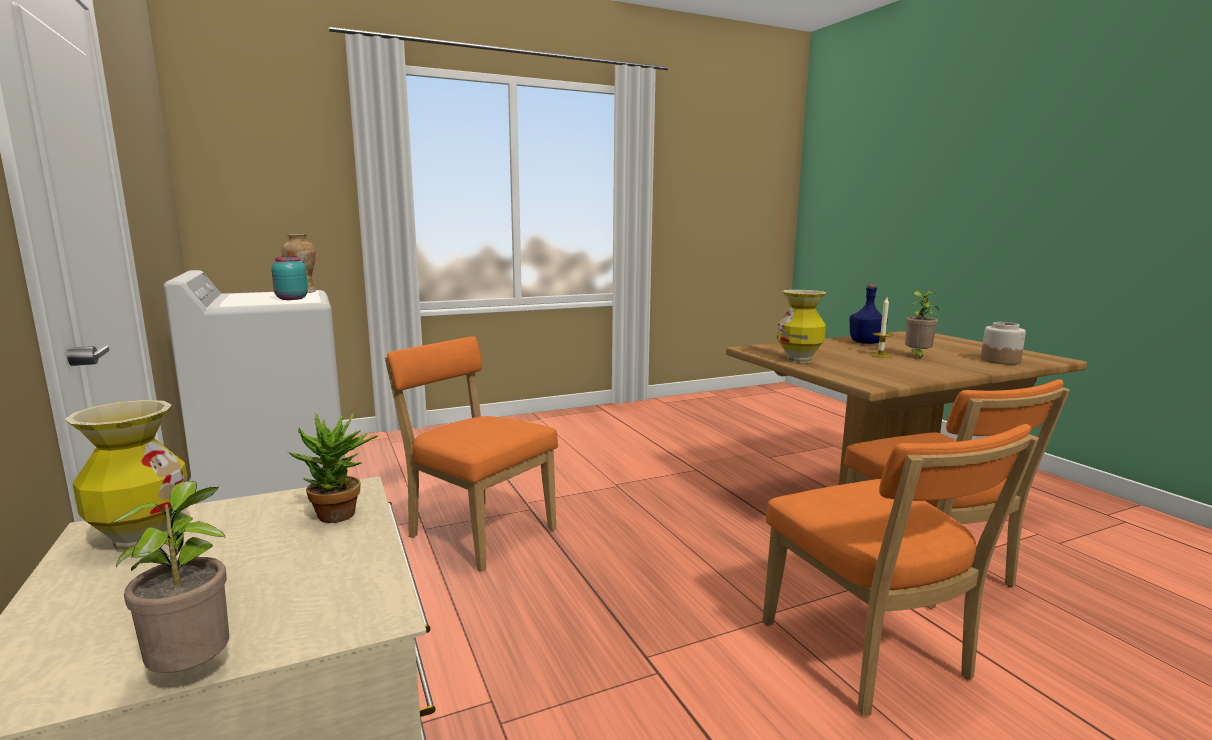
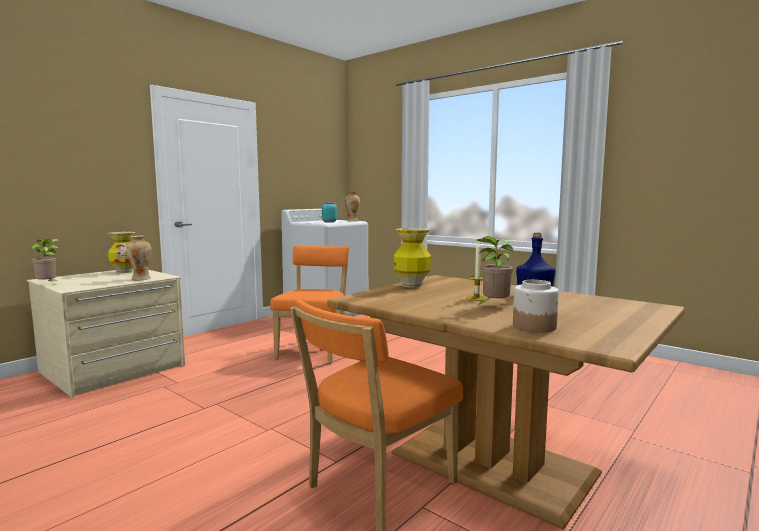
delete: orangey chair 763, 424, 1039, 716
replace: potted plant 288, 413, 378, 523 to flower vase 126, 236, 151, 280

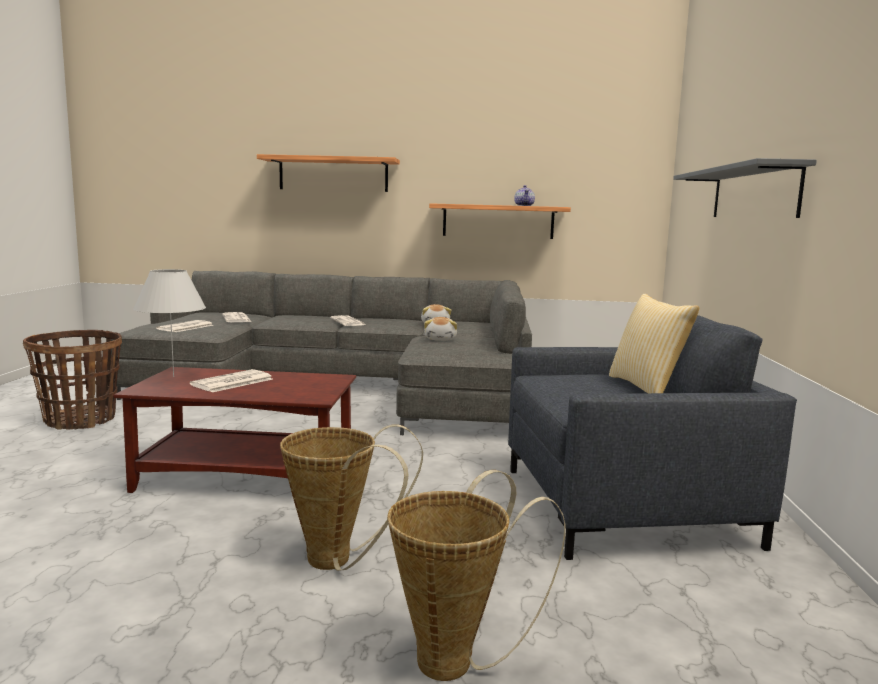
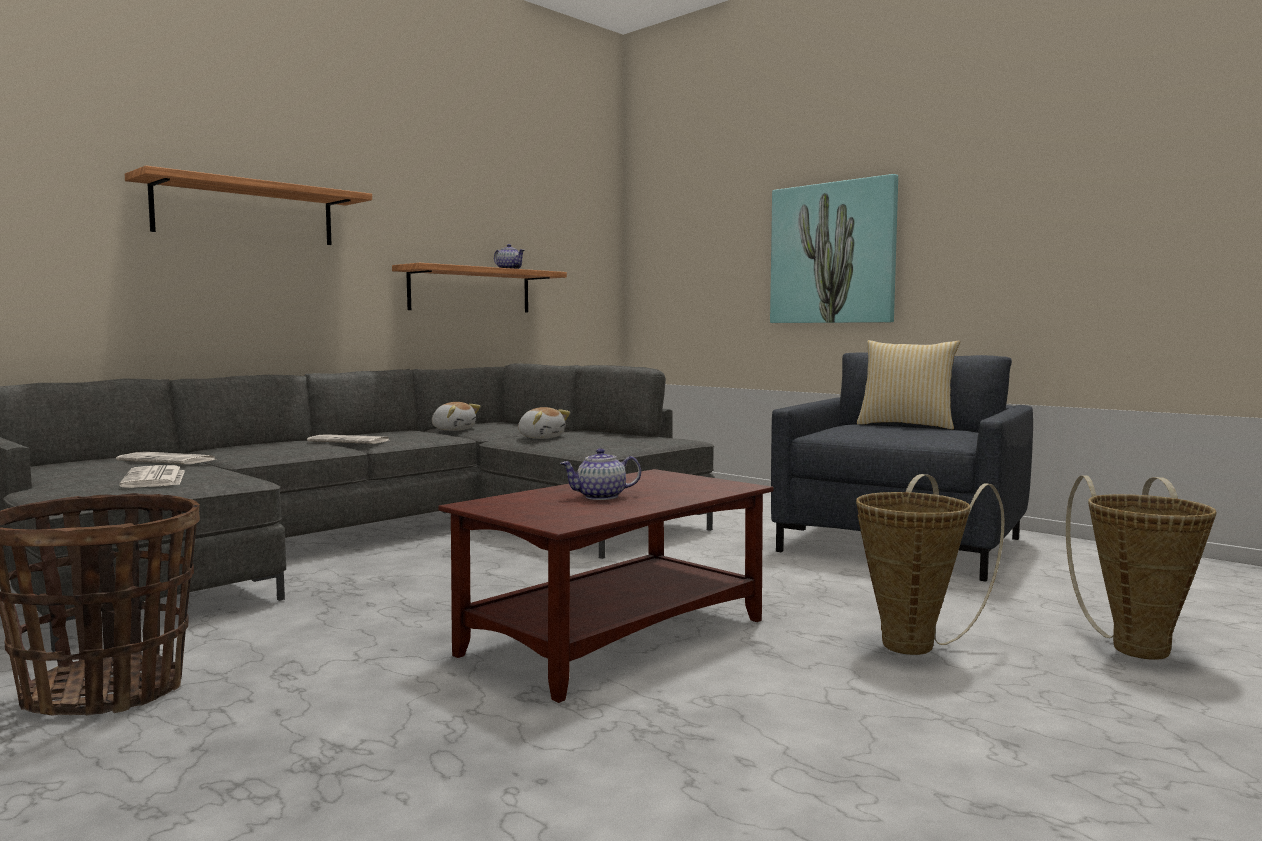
delete: white-coloured lamp for a table 133, 269, 206, 377
replace: newspaper 190, 369, 273, 392 to teapot 560, 448, 641, 500; greyish shelf 673, 158, 817, 218 to picture 770, 174, 898, 323

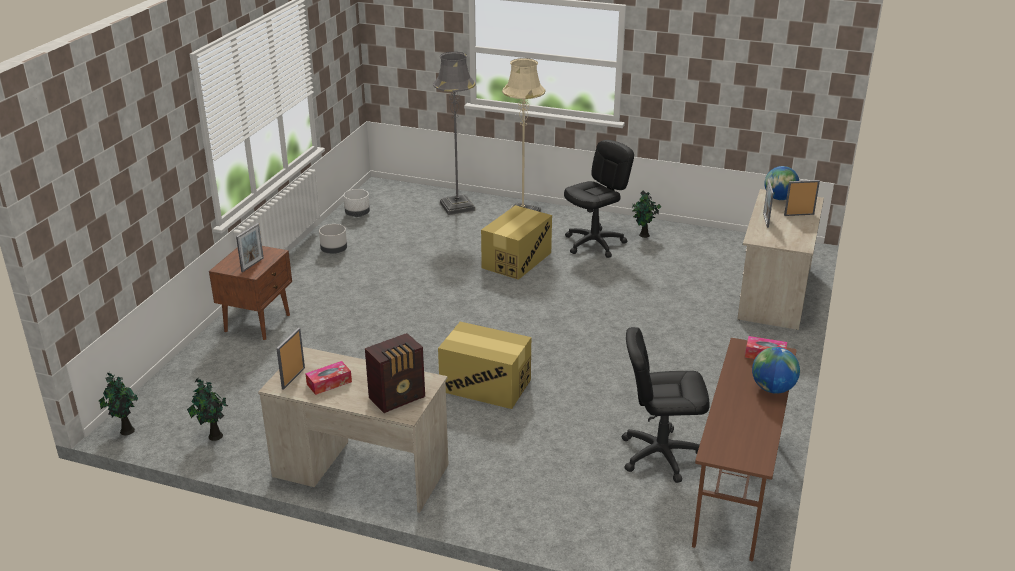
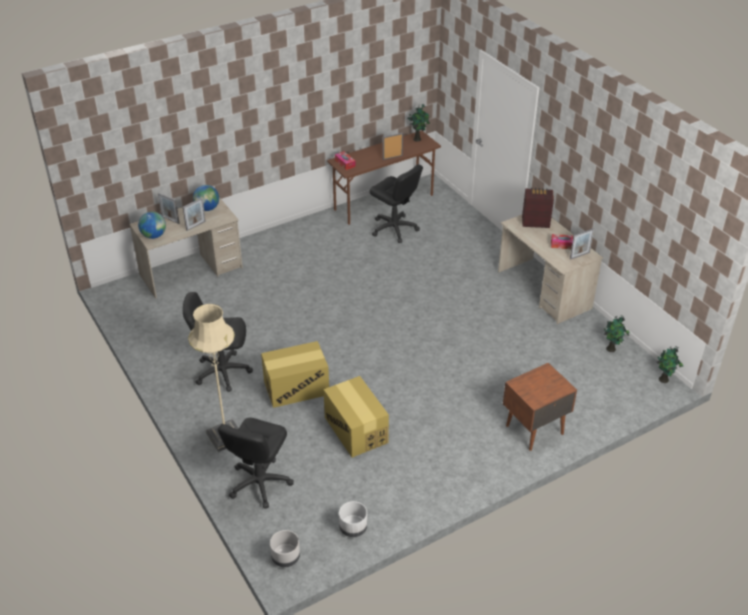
move: desk globe 752, 347, 800, 394 to 193, 185, 219, 211; greyish plant pot 319, 224, 347, 254 to 270, 530, 300, 567; carton 438, 322, 531, 409 to 323, 376, 389, 457; photo frame 236, 223, 264, 272 to 383, 133, 403, 160; potted plant 632, 191, 661, 238 to 407, 104, 430, 142
replace: greyish standing lamp 433, 52, 476, 215 to black desk chair 218, 418, 294, 509

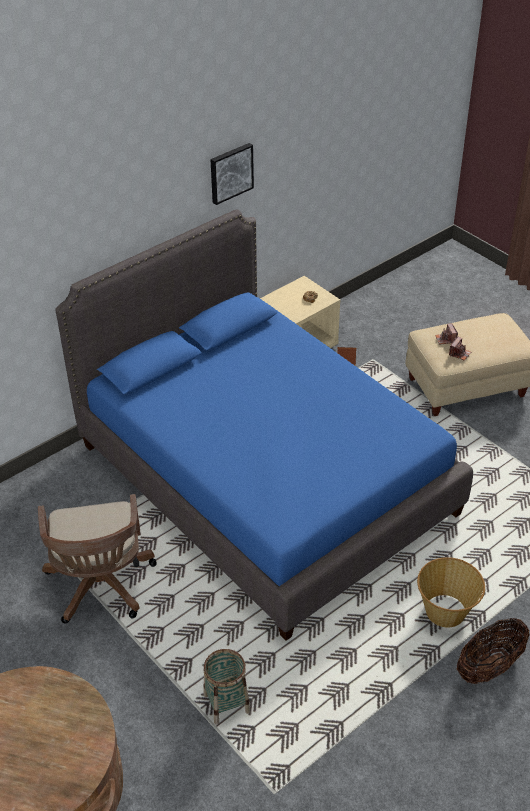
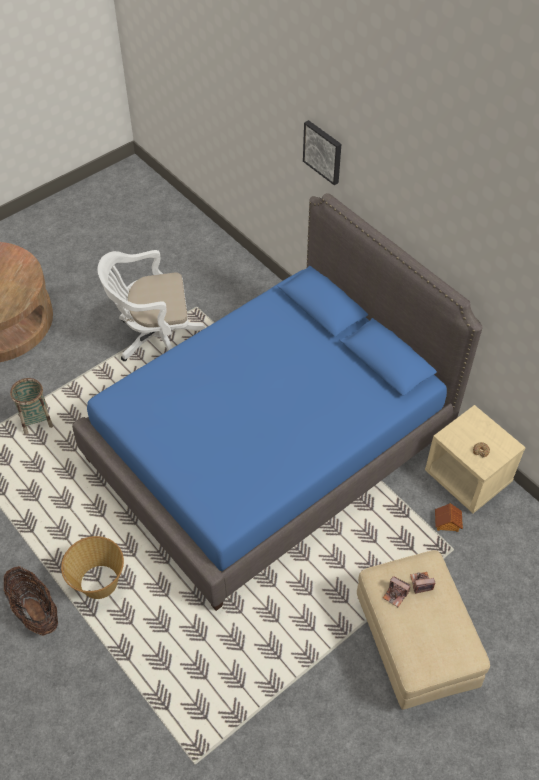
move: picture 210, 143, 254, 205 to 303, 120, 341, 185
recolor: brown desk chair 38, 494, 157, 624 to white-coloured desk chair 98, 250, 205, 361

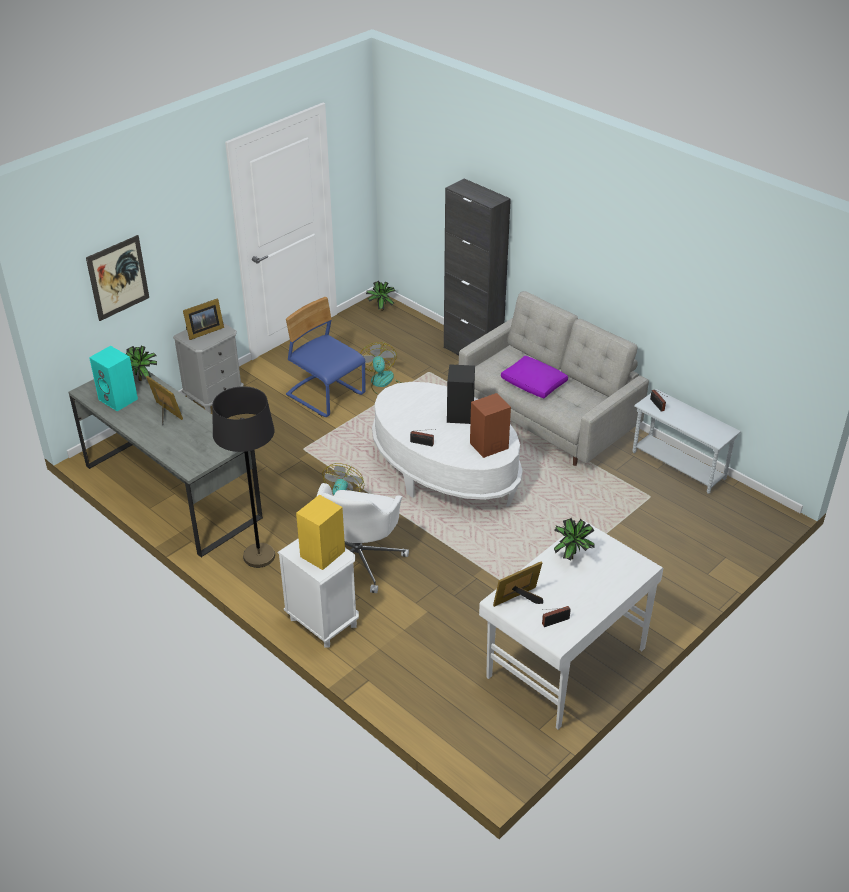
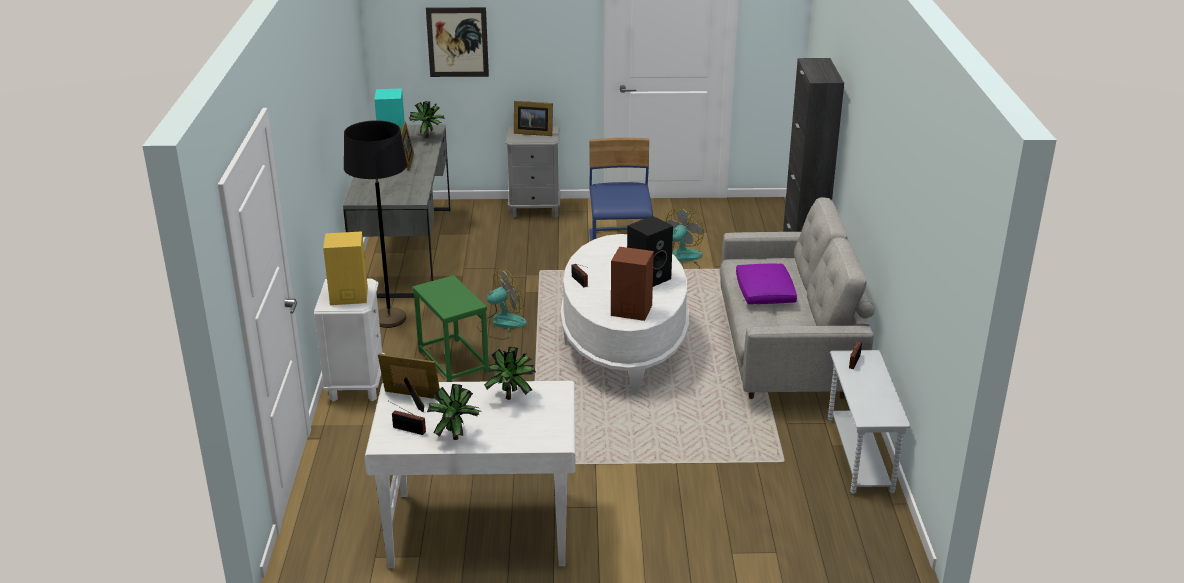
move: potted plant 366, 281, 396, 311 to 427, 384, 480, 440
replace: white-coloured desk chair 316, 483, 409, 593 to greenish side table 412, 275, 489, 382

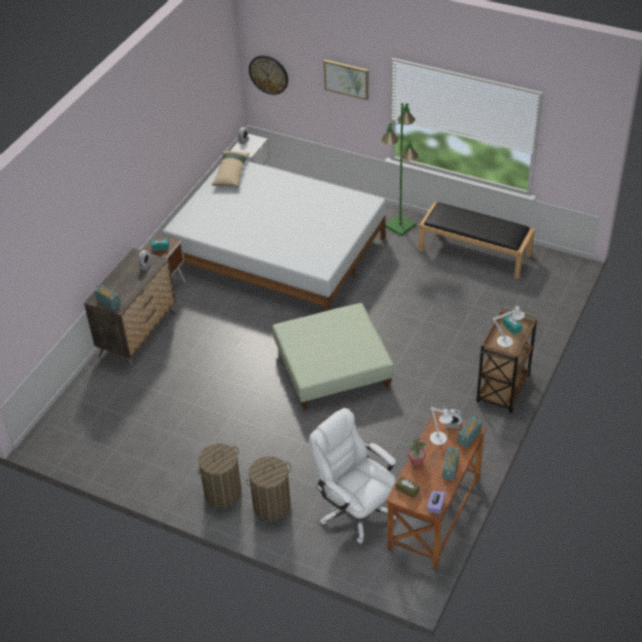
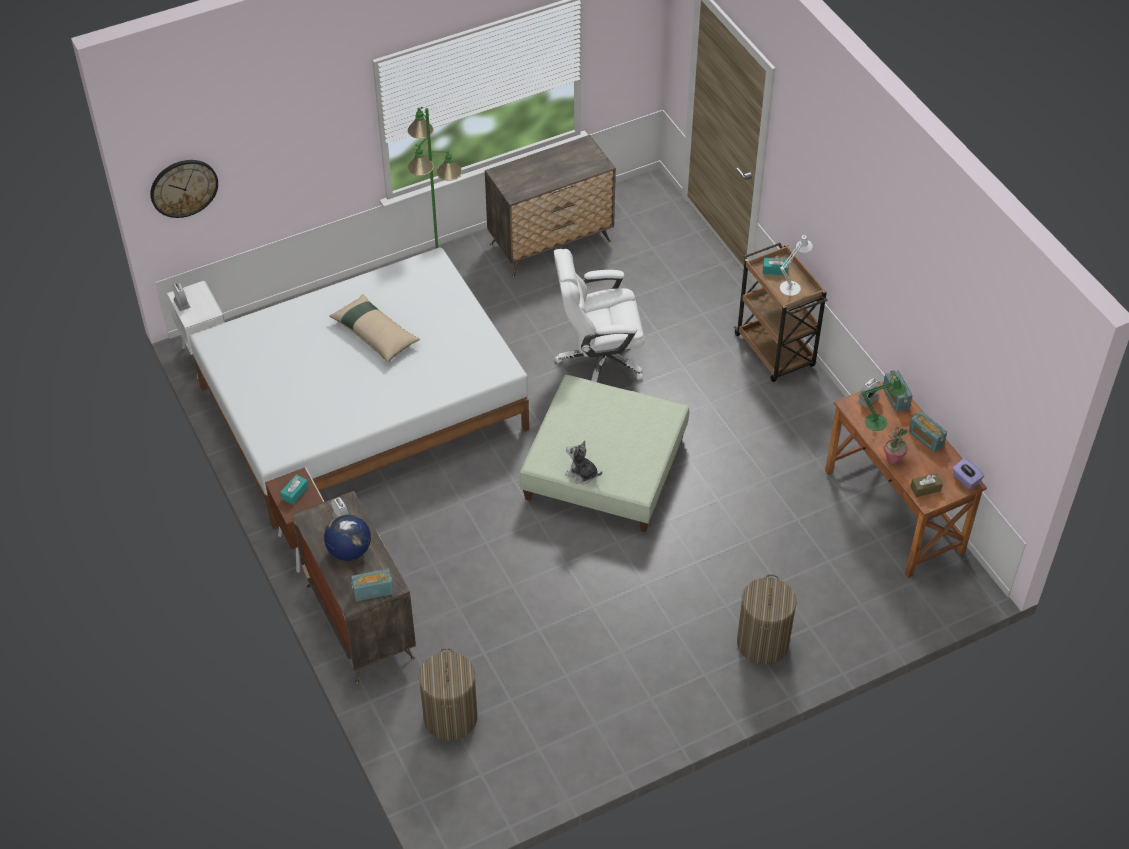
delete: picture 324, 60, 369, 100
insert: desk globe 324, 514, 371, 561; cuddly toy 565, 440, 602, 484
move: sand-coloured throw pillow 212, 151, 249, 187 to 329, 295, 420, 363; hamper 198, 444, 242, 508 to 419, 648, 477, 740; white-coloured desk chair 309, 408, 396, 544 to 554, 249, 645, 382
replace: black bench 419, 202, 535, 279 to drawer chest 485, 135, 616, 277
recolor: white-coloured lamp for a table 430, 406, 453, 445 to greenish lamp for a table 861, 375, 907, 431

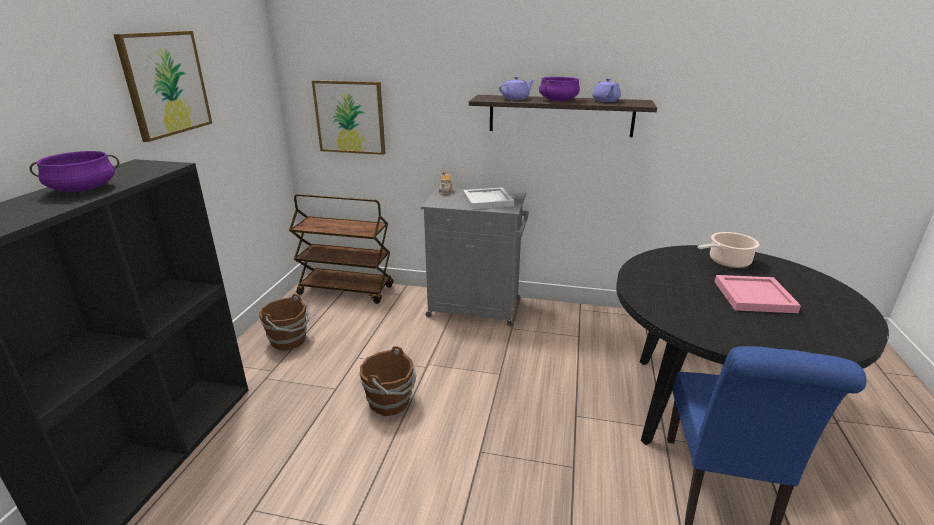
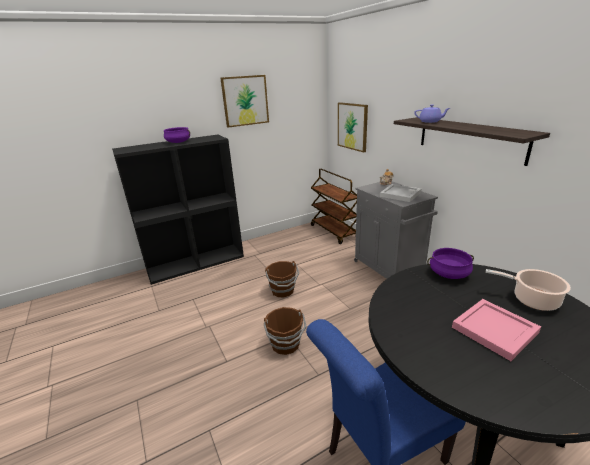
delete: purplish teapot 592, 78, 621, 102
move: brown pail 259, 294, 310, 351 to 264, 307, 306, 355; purplish cooking pot 539, 77, 580, 101 to 427, 248, 474, 279

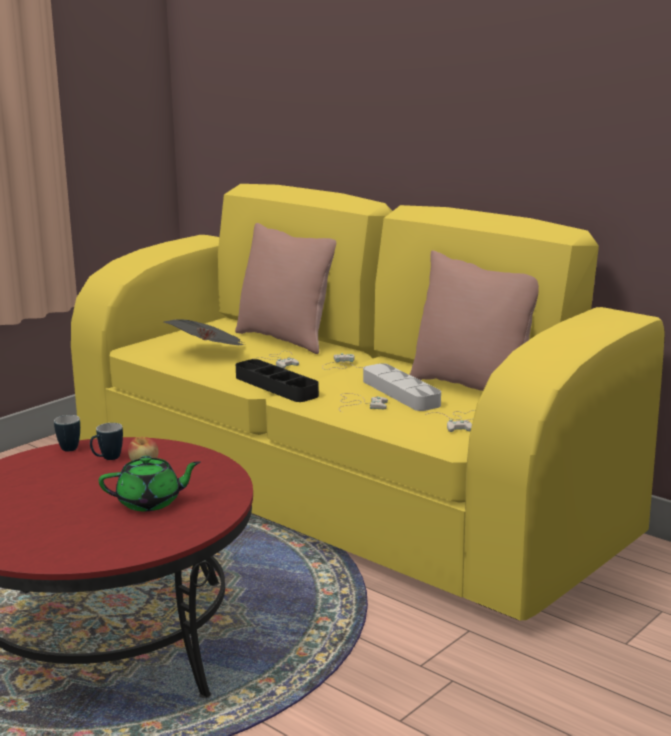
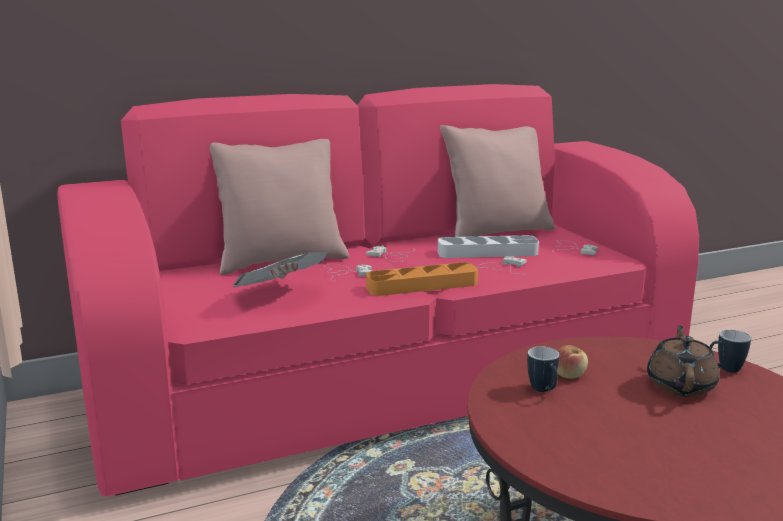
move: coffee mug 54, 415, 80, 452 to 710, 330, 751, 373
recolor: yellow-coloured couch 71, 184, 665, 620 to pink-coloured couch 57, 84, 699, 497; black serving tray 236, 359, 319, 402 to orangey serving tray 366, 262, 478, 296; greenish teapot 99, 456, 201, 511 to brown teapot 647, 325, 719, 397

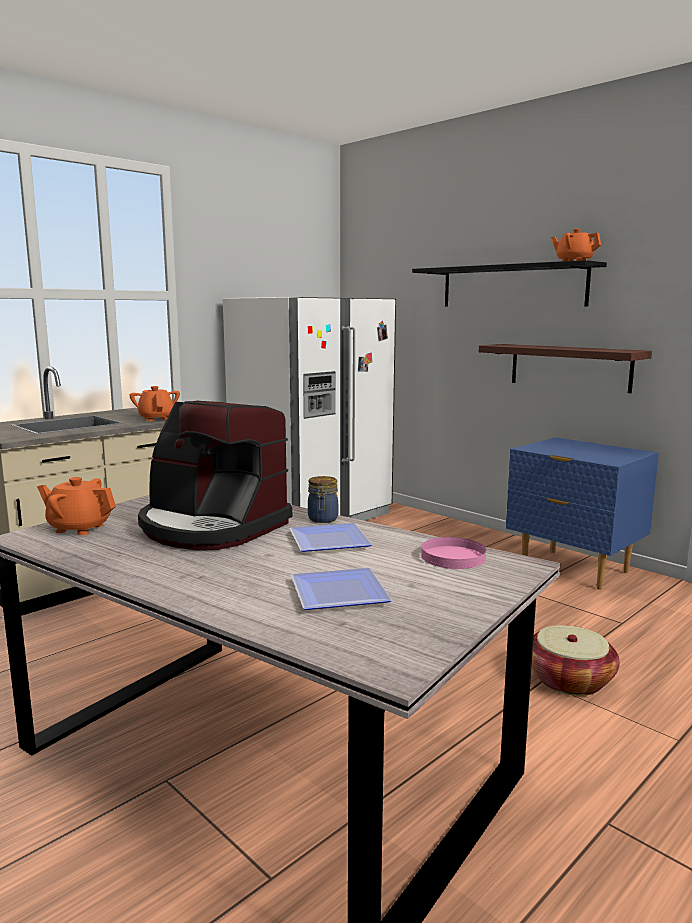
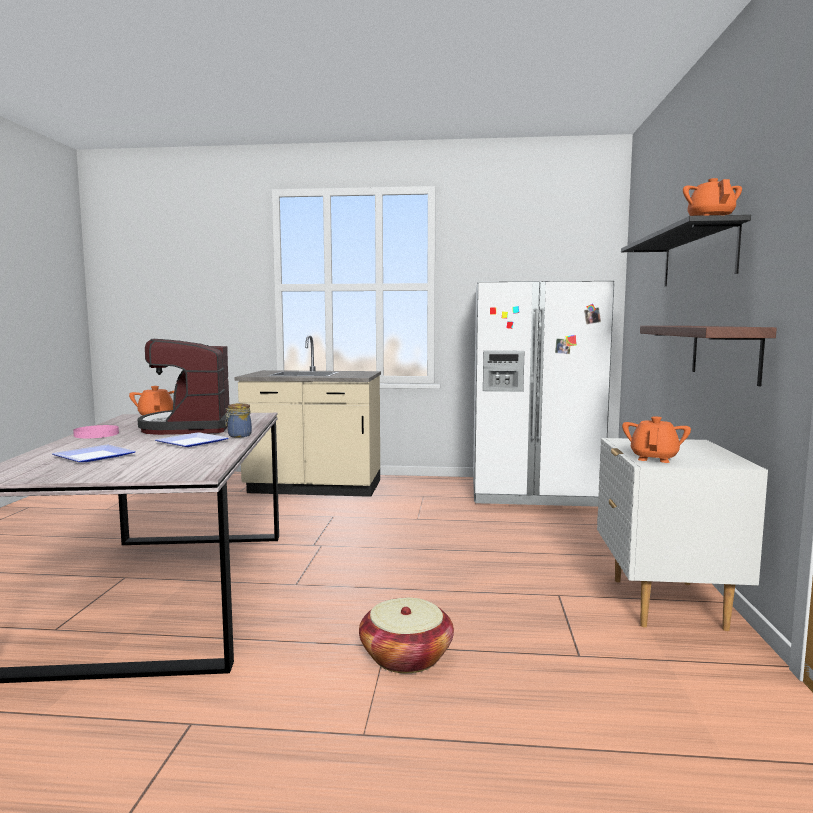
move: pink-coloured flat dish 421, 537, 486, 569 to 73, 425, 119, 438; orangey teapot 129, 386, 180, 421 to 622, 416, 691, 463
recolor: blue-coloured bedside table 506, 437, 659, 590 to white-coloured bedside table 597, 438, 768, 631

